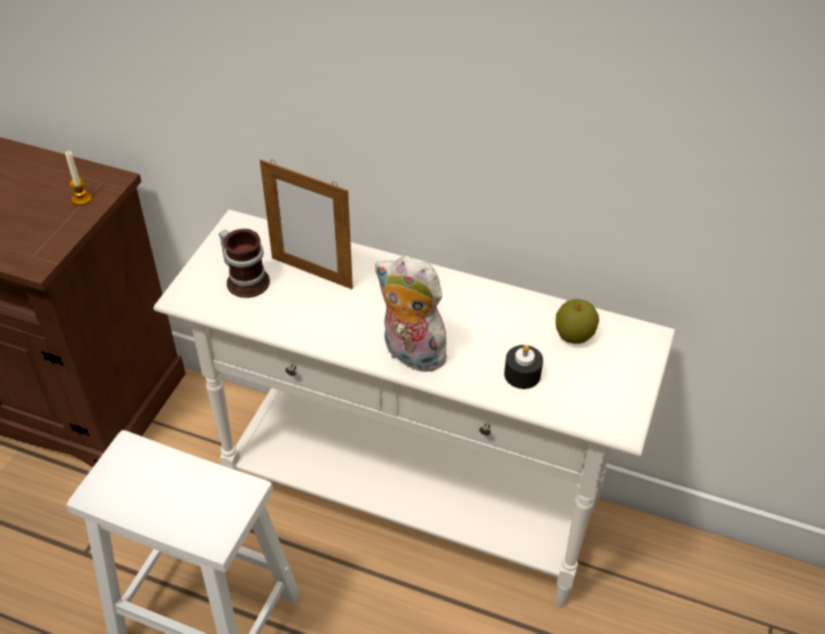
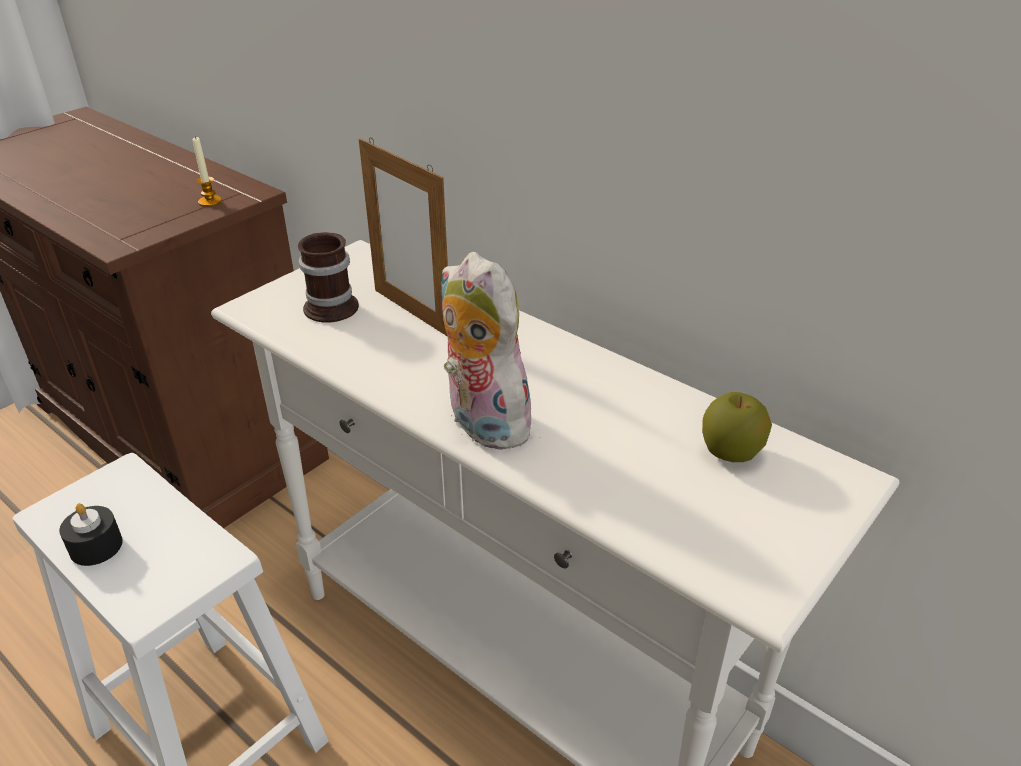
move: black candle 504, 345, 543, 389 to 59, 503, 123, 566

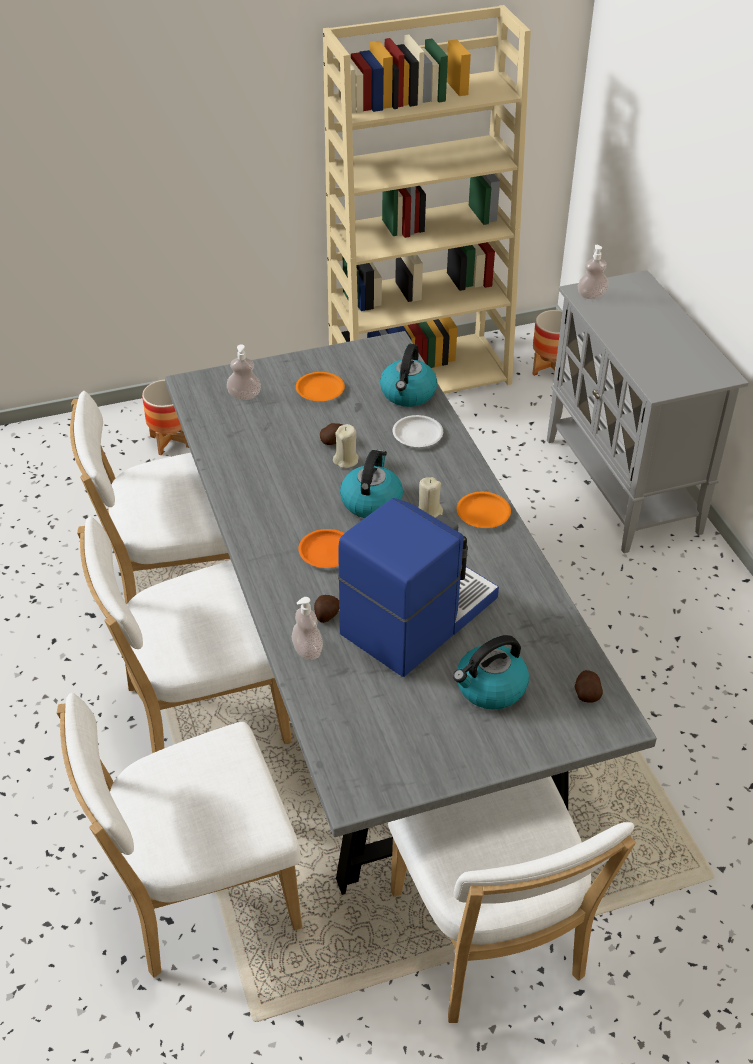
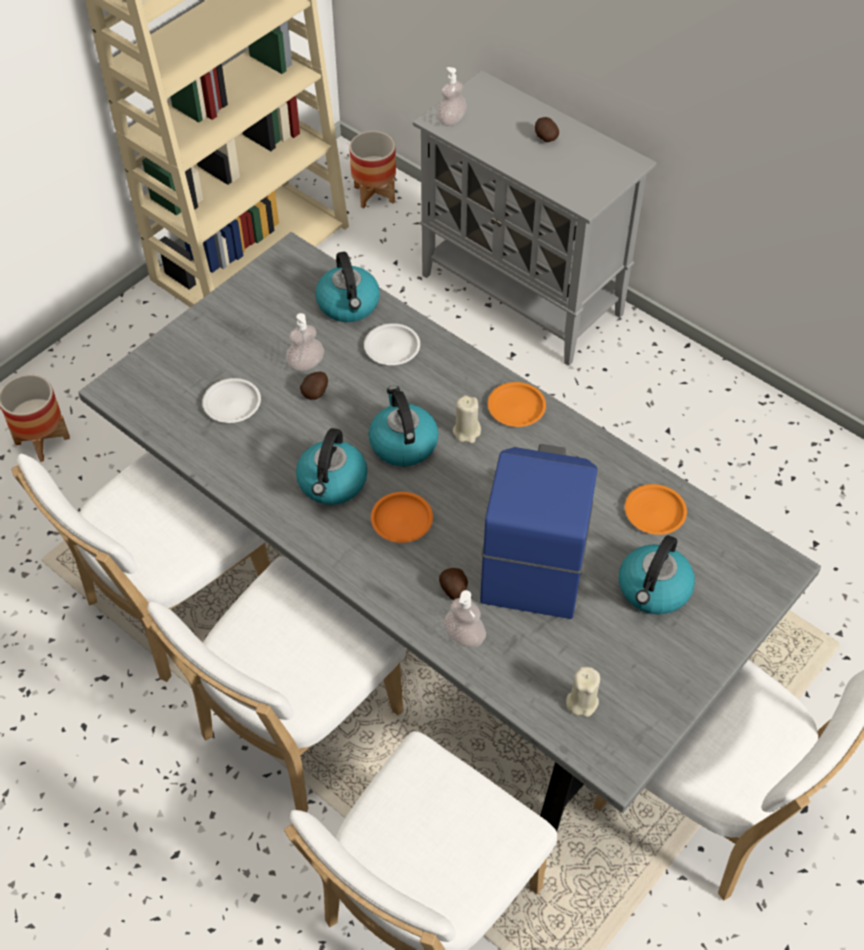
insert: white-coloured flat dish 202, 378, 261, 423; tea kettle 296, 428, 367, 505
move: soap dispenser 227, 345, 261, 400 to 286, 313, 324, 371; whole potato 575, 670, 603, 703 to 535, 117, 559, 142; sand-coloured candle 333, 424, 359, 468 to 566, 667, 600, 717; orangey flat dish 296, 372, 345, 401 to 625, 484, 687, 535

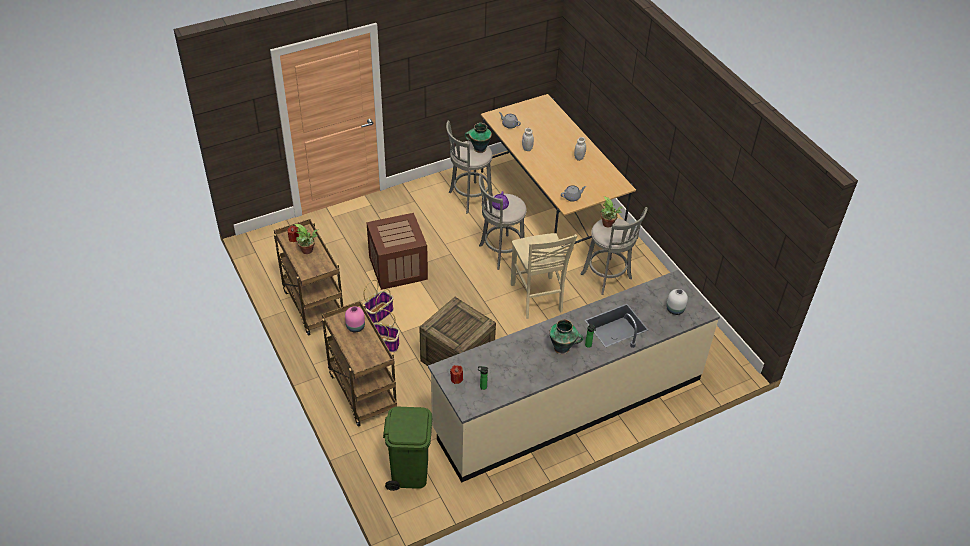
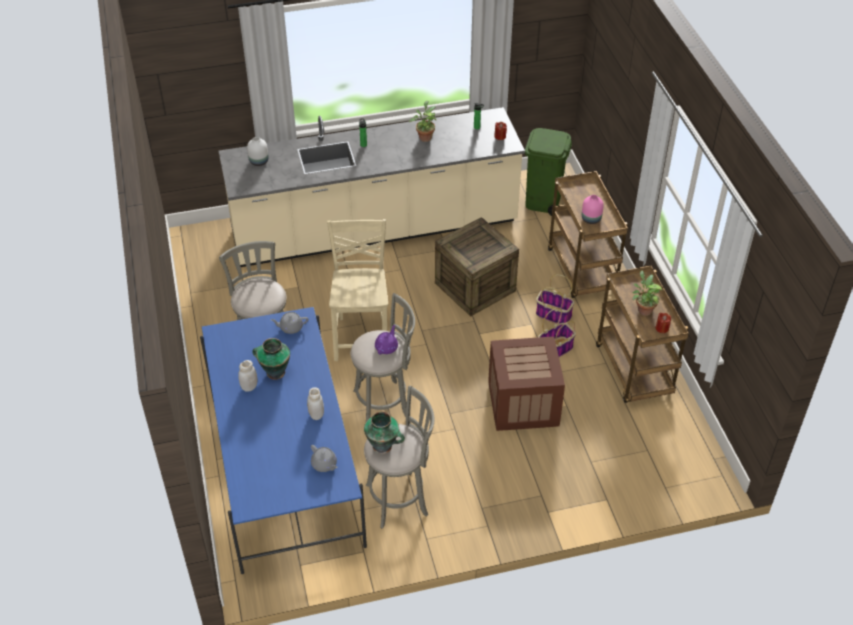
move: flower vase 549, 319, 583, 354 to 252, 338, 290, 380; potted plant 601, 196, 623, 227 to 409, 101, 437, 142
recolor: sand-coloured dinner table 481, 94, 636, 247 to blue-coloured dinner table 200, 307, 367, 574

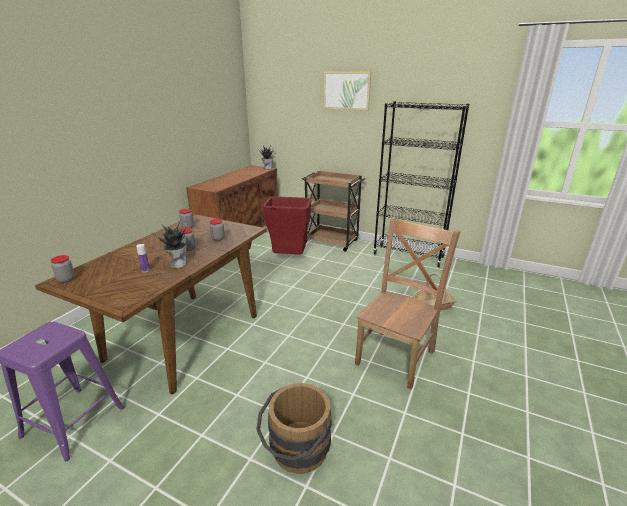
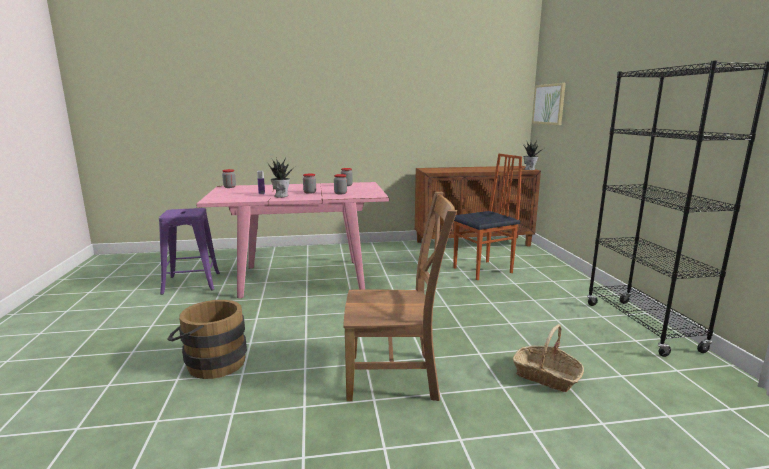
delete: brown trolley 301, 170, 365, 252
move: picture 323, 72, 371, 111 to 532, 83, 566, 125
replace: reddish rubbish bin 263, 196, 312, 255 to chair 453, 154, 522, 280
recolor: brown dinner table 35, 215, 266, 394 to pink-coloured dinner table 196, 182, 389, 298

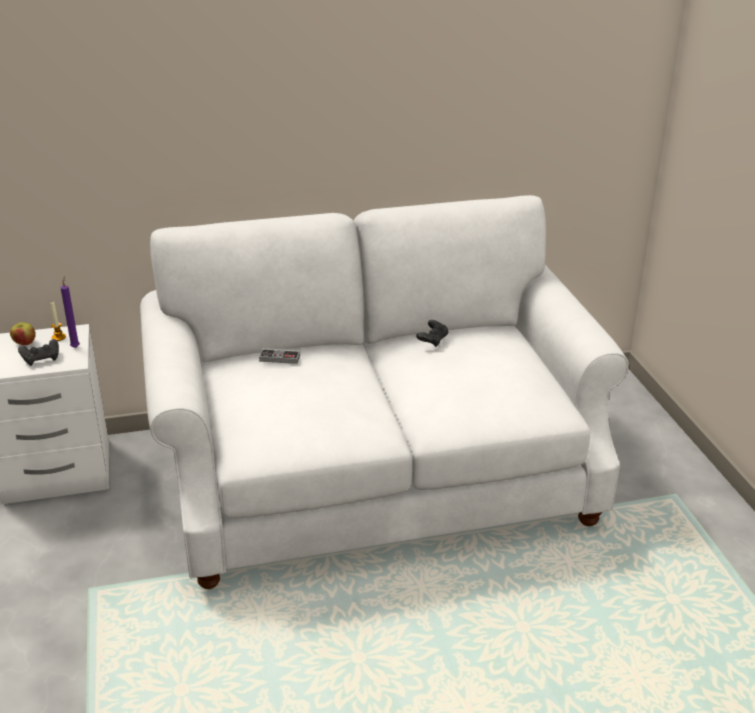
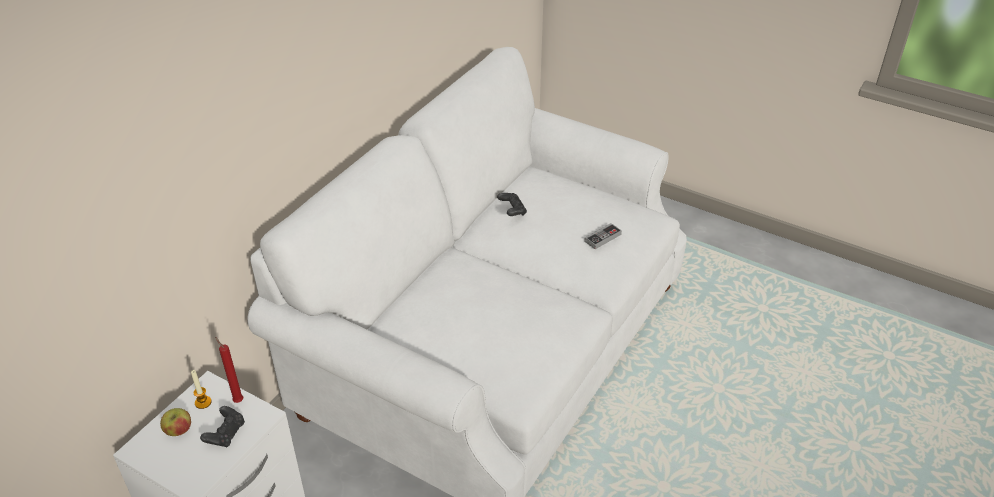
move: gamepad 259, 348, 300, 364 to 584, 223, 622, 249
recolor: purplish candle 61, 277, 80, 348 to reddish candle 215, 337, 243, 403

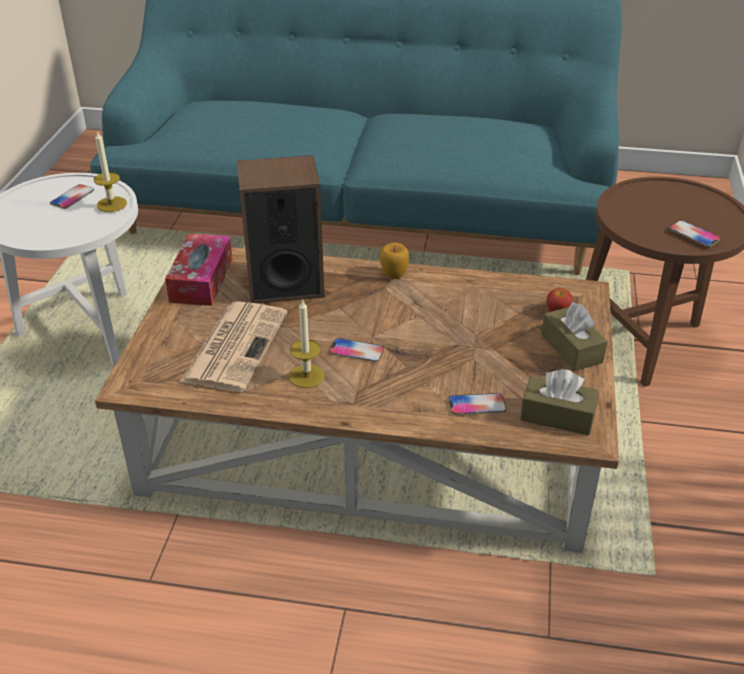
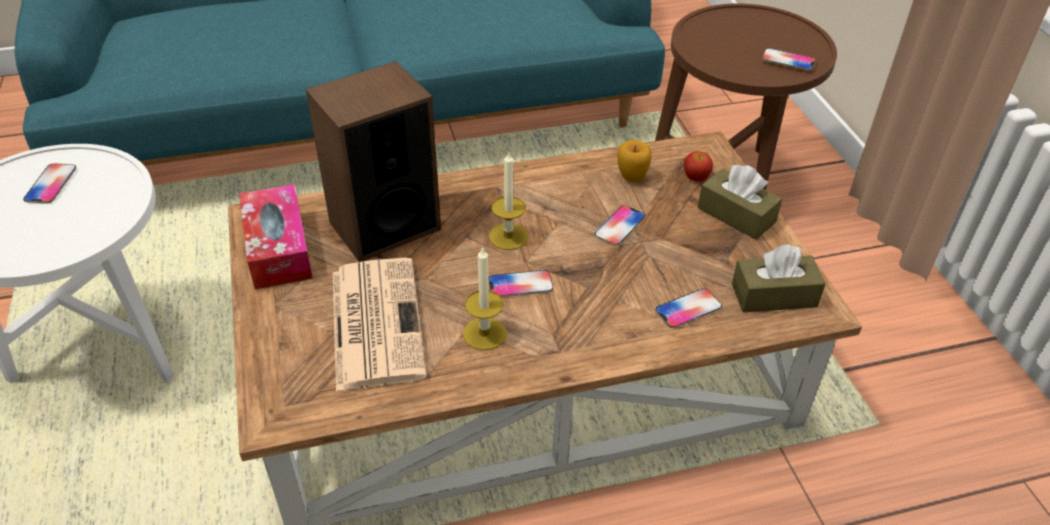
insert: telephone 595, 205, 645, 246
move: candle 94, 131, 127, 212 to 489, 151, 528, 250; apple fruit 380, 243, 409, 279 to 617, 140, 651, 183

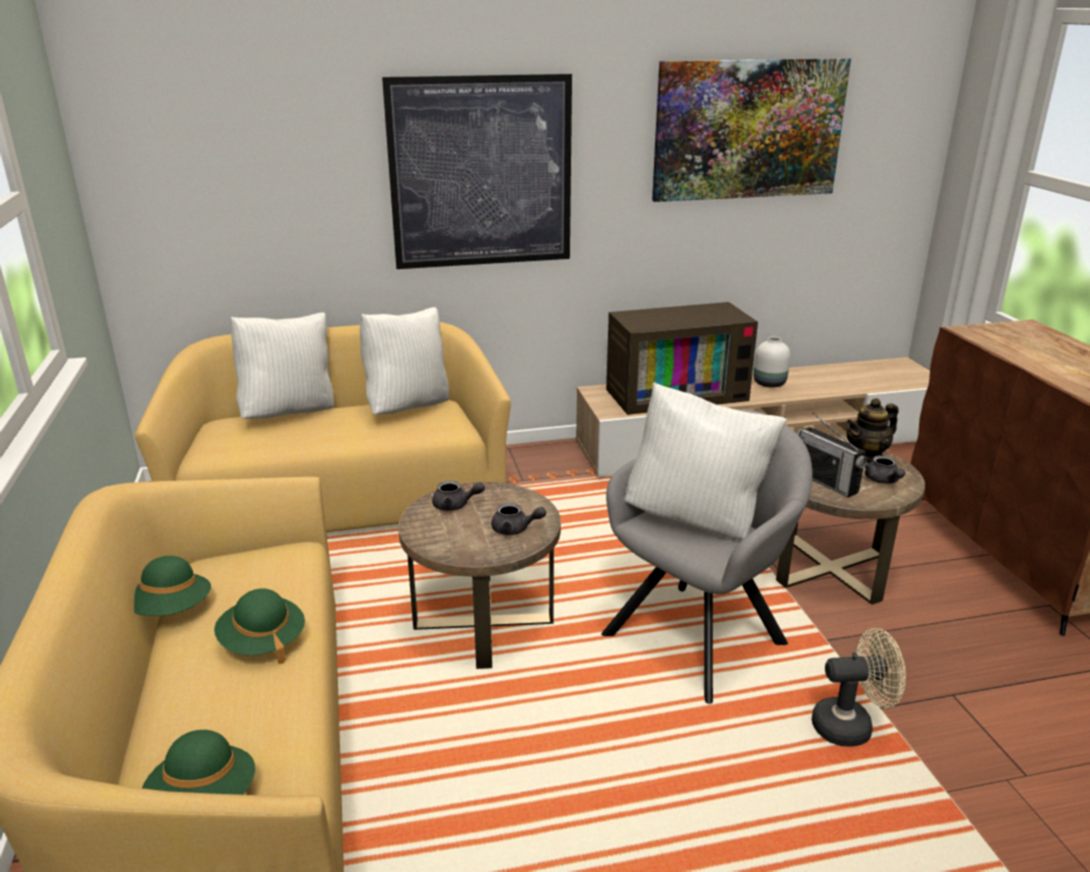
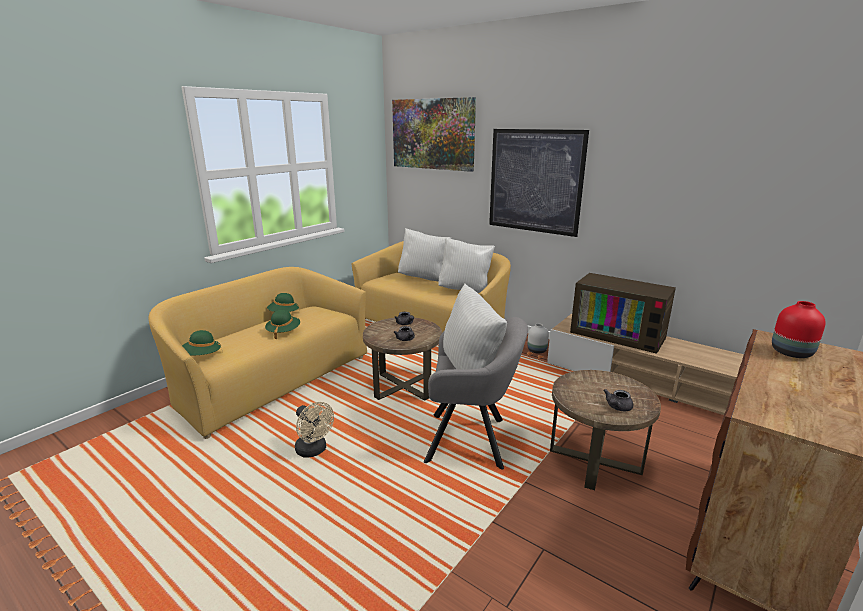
delete: radio 797, 413, 867, 498; teapot 846, 398, 899, 464
insert: reddish flower vase 772, 301, 826, 358
move: sand-coloured fan 812, 628, 906, 747 to 295, 402, 334, 458; picture 652, 58, 851, 202 to 392, 97, 476, 172; white-coloured flower vase 753, 337, 790, 387 to 527, 324, 549, 354

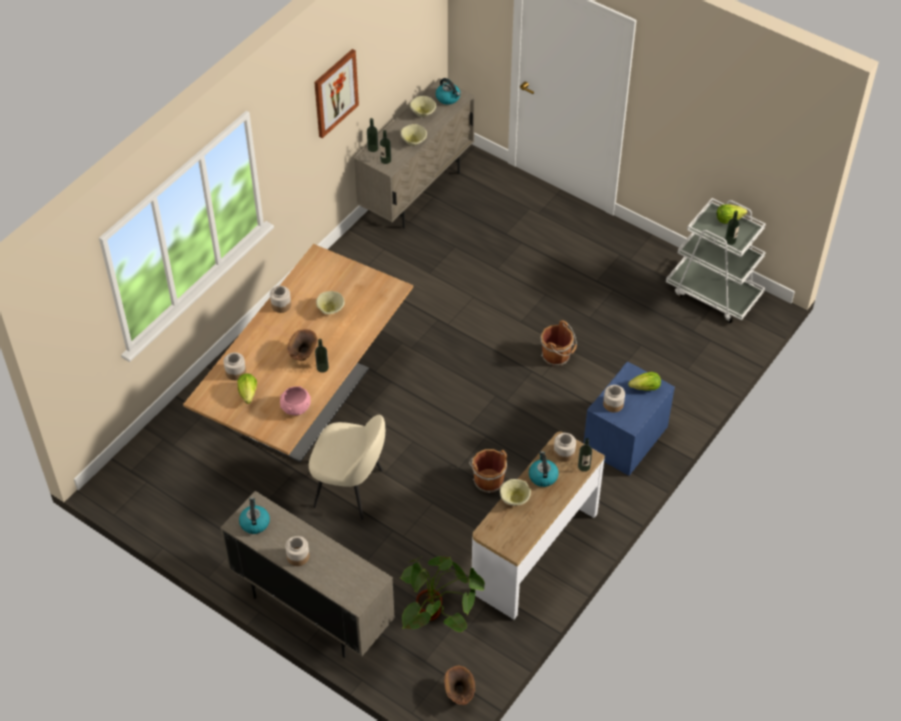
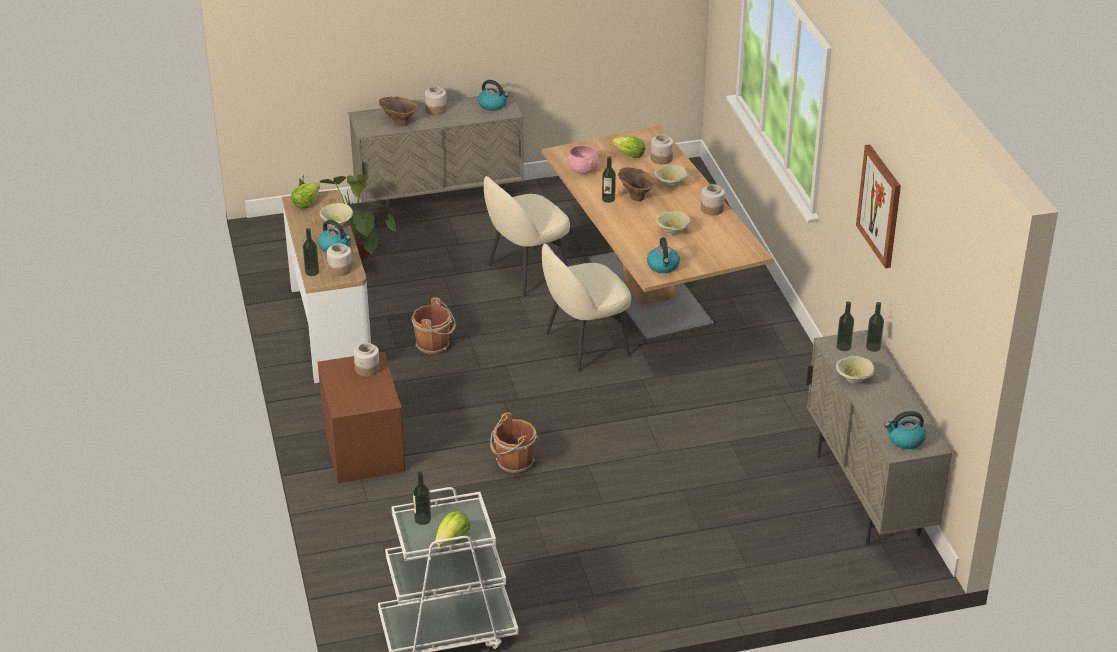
insert: sand-coloured chair 542, 244, 631, 372; tea kettle 647, 237, 680, 273
move: head of lettuce 628, 372, 661, 391 to 291, 183, 320, 208; brown flower vase 444, 666, 475, 705 to 379, 96, 418, 126; sand-coloured bowl 410, 96, 436, 117 to 654, 164, 688, 188
recolor: blue-coloured bedside table 584, 362, 675, 476 to brown bedside table 318, 352, 405, 483

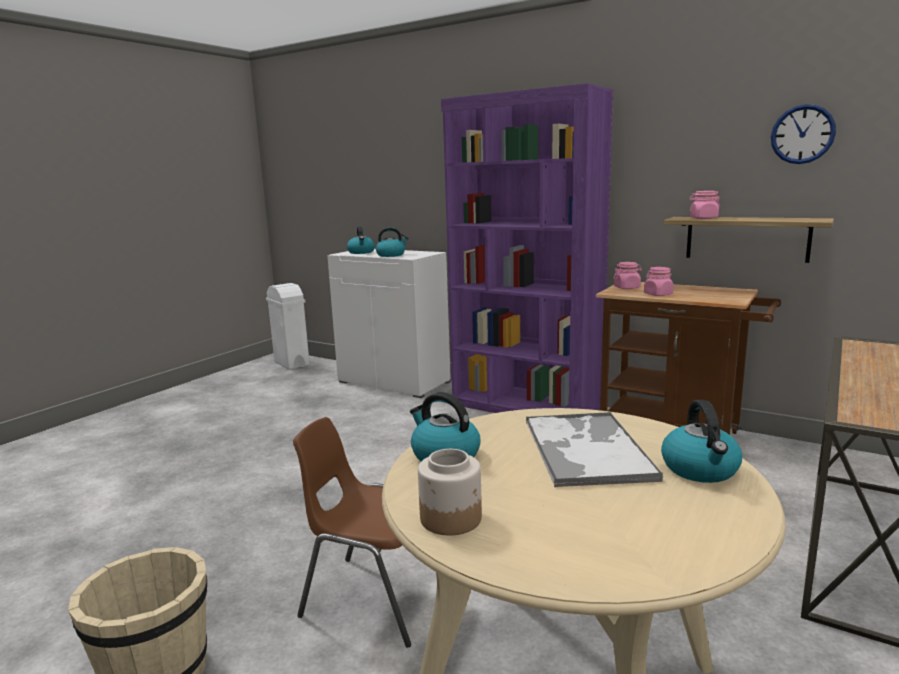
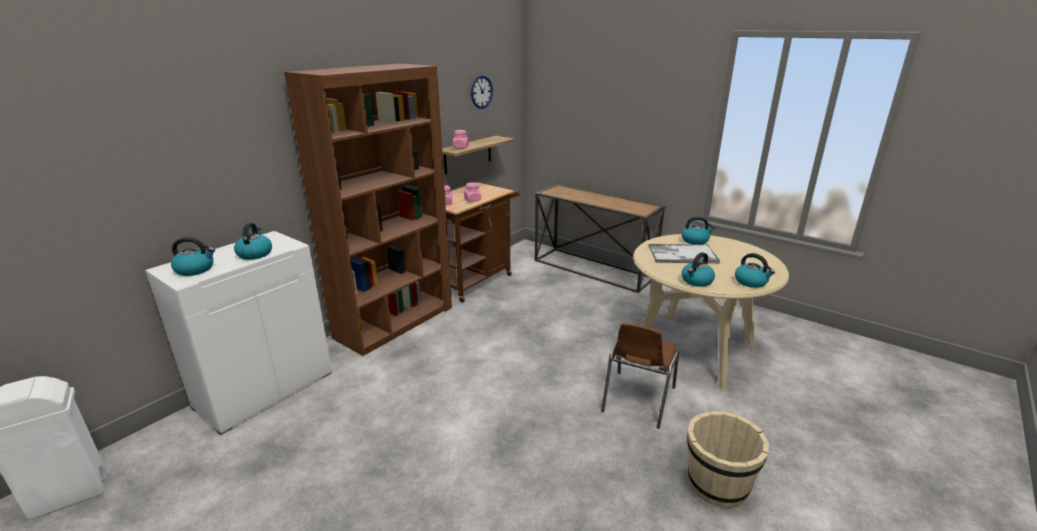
replace: storage jar 418, 449, 482, 535 to tea kettle 735, 253, 775, 288
recolor: purplish bookcase 441, 83, 614, 413 to brown bookcase 284, 63, 452, 356

